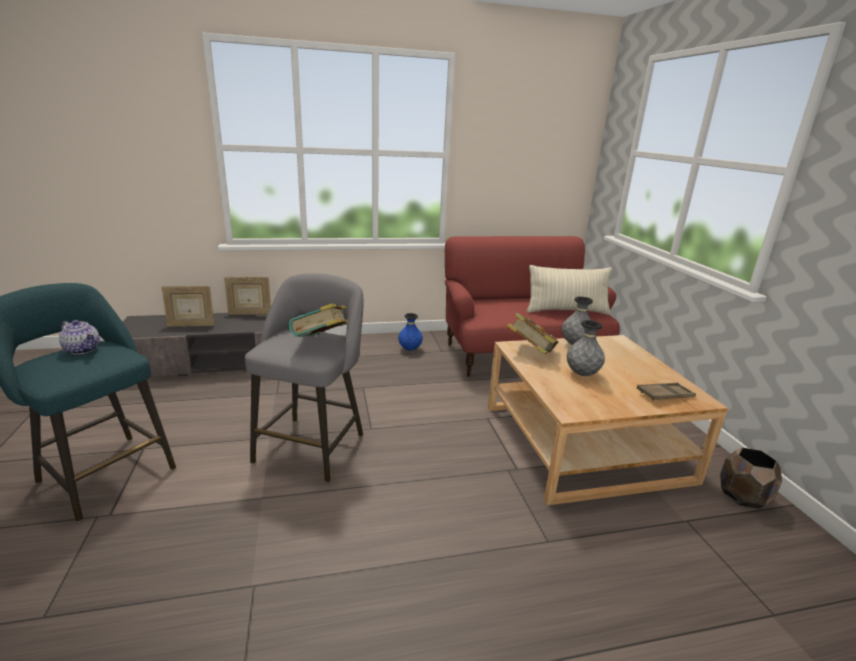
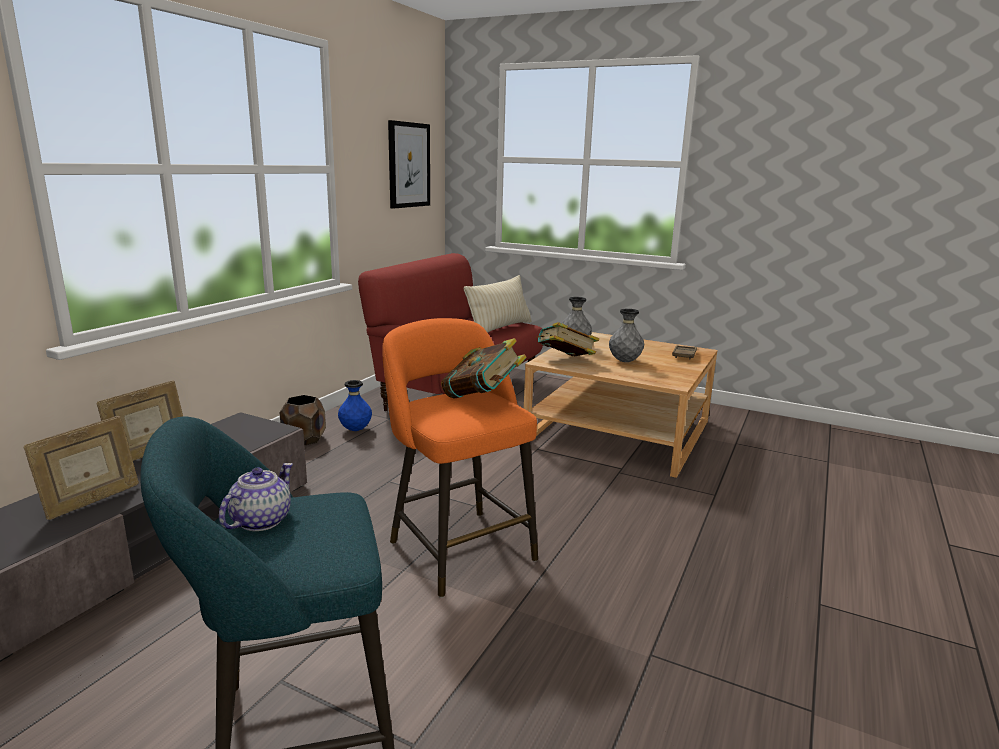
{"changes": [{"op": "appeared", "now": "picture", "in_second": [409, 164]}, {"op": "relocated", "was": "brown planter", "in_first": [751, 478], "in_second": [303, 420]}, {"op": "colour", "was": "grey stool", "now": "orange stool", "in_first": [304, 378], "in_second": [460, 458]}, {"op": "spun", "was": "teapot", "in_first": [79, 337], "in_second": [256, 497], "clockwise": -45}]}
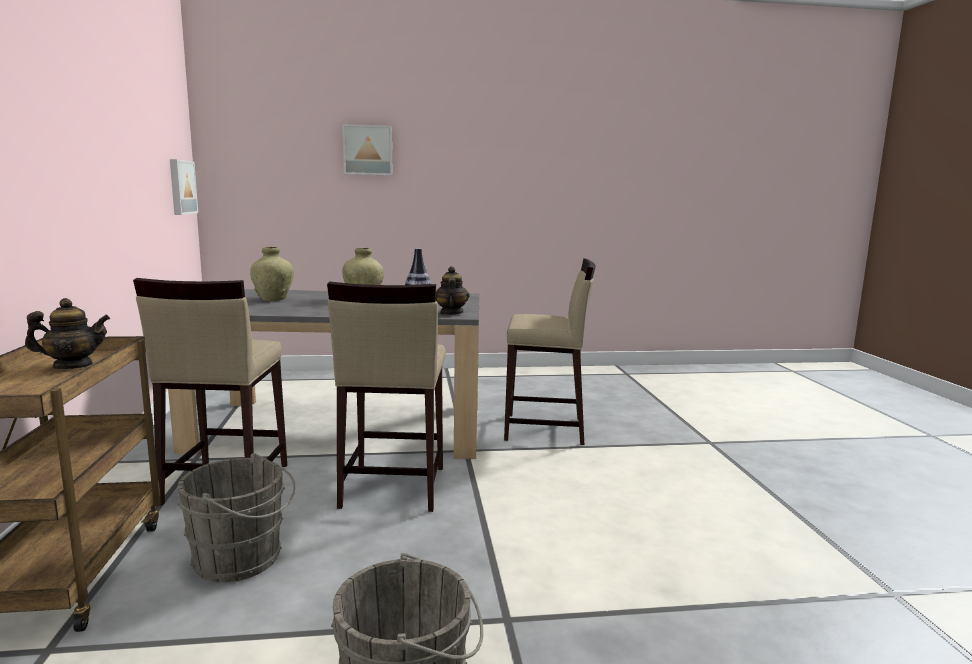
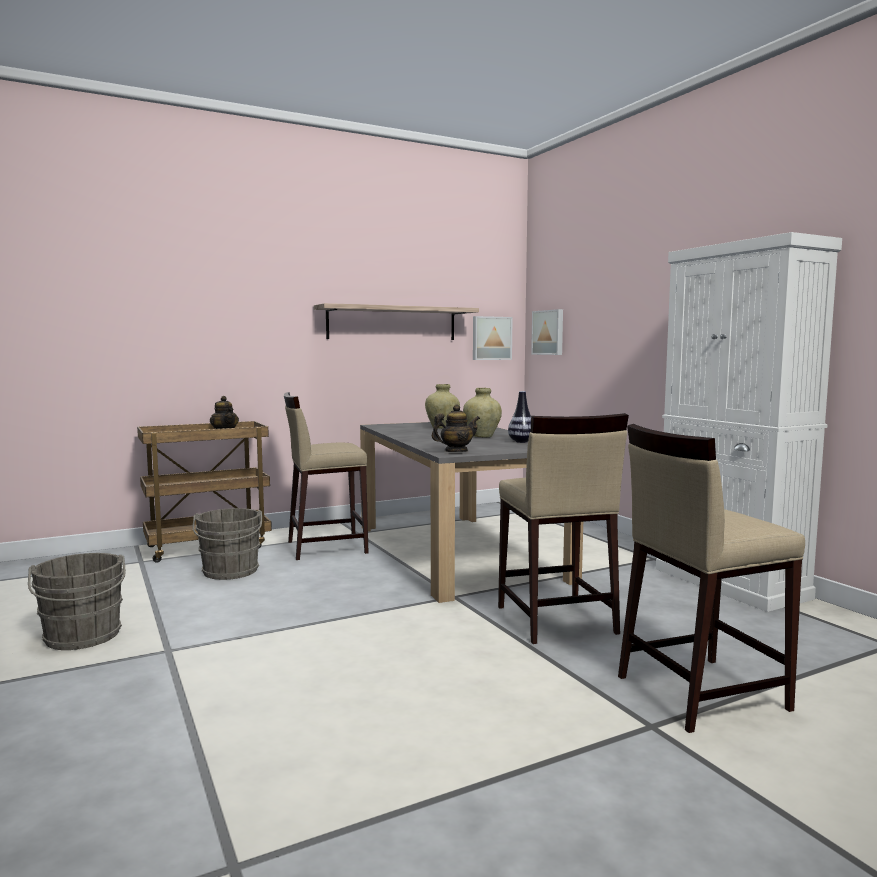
{"changes": [{"op": "appeared", "now": "shelf", "in_second": [396, 321]}, {"op": "appeared", "now": "white cabinet", "in_second": [749, 422]}, {"op": "relocated", "was": "beige stool", "in_first": [386, 397], "in_second": [711, 578]}, {"op": "relocated", "was": "picture", "in_first": [368, 149], "in_second": [547, 332]}]}
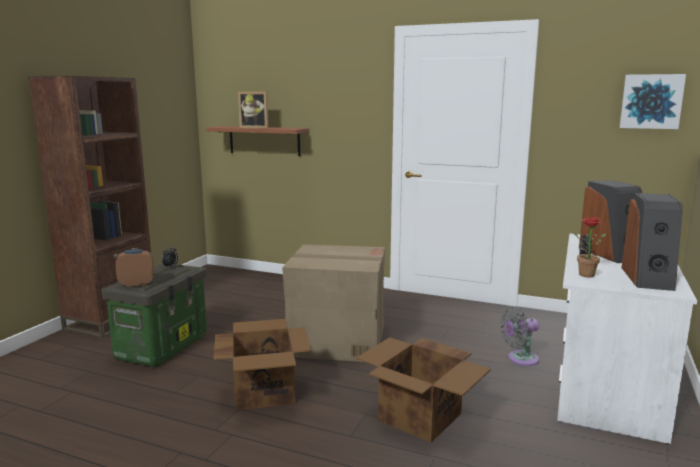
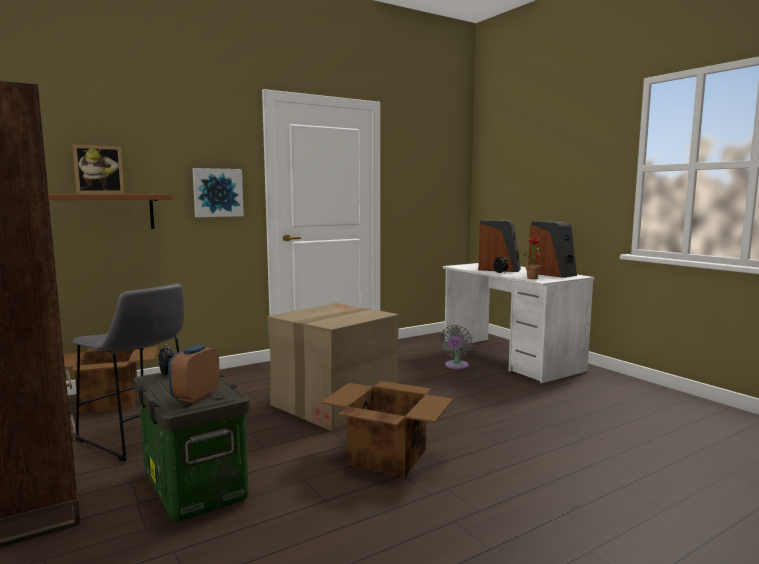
{"changes": [{"op": "appeared", "now": "grey stool", "in_second": [128, 372]}, {"op": "relocated", "was": "cardboard box", "in_first": [423, 390], "in_second": [110, 380]}, {"op": "relocated", "was": "picture", "in_first": [653, 101], "in_second": [218, 192]}]}
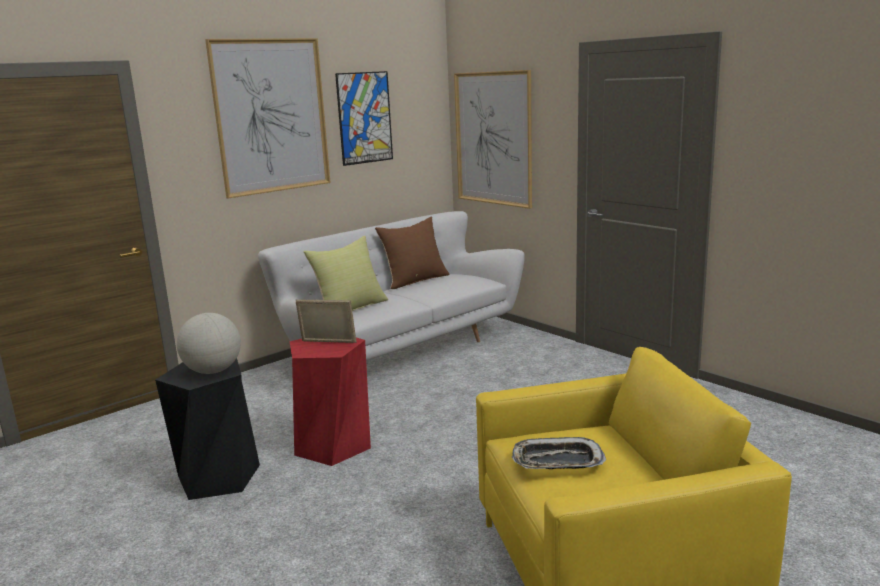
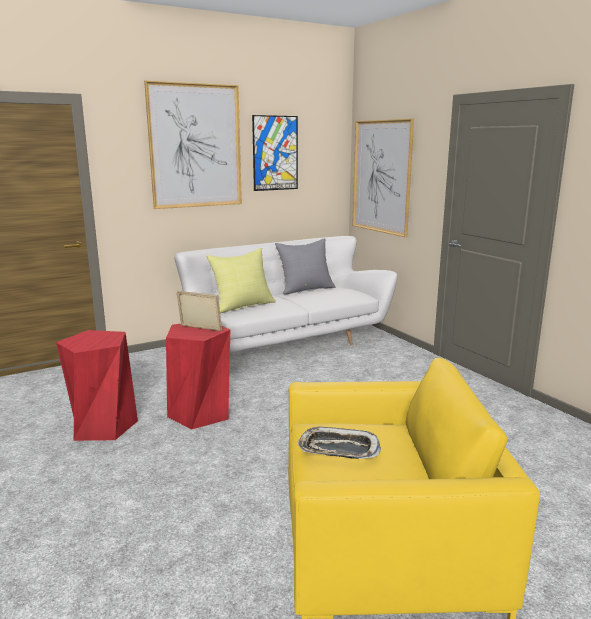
{"changes": [{"op": "missing", "was": "globe", "in_first": [209, 343]}, {"op": "colour", "was": "black stool", "now": "red stool", "in_first": [207, 429], "in_second": [97, 385]}, {"op": "colour", "was": "brown pillow", "now": "grey pillow", "in_first": [412, 253], "in_second": [305, 266]}]}
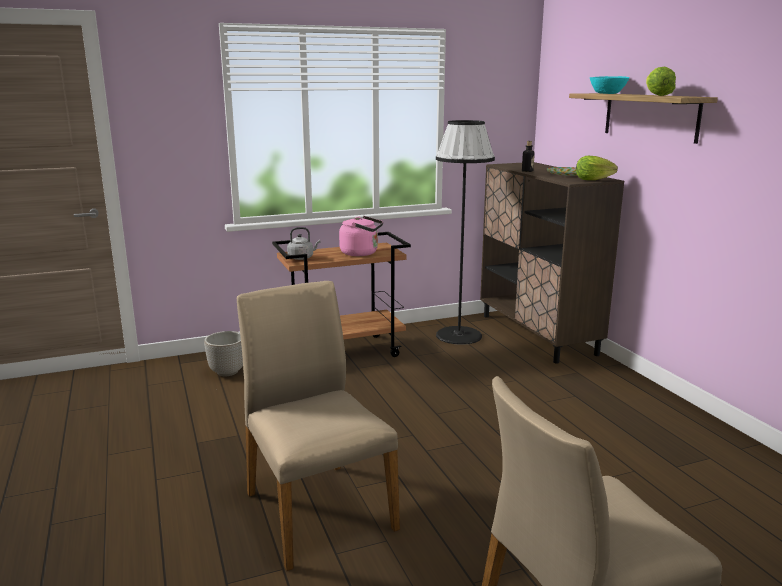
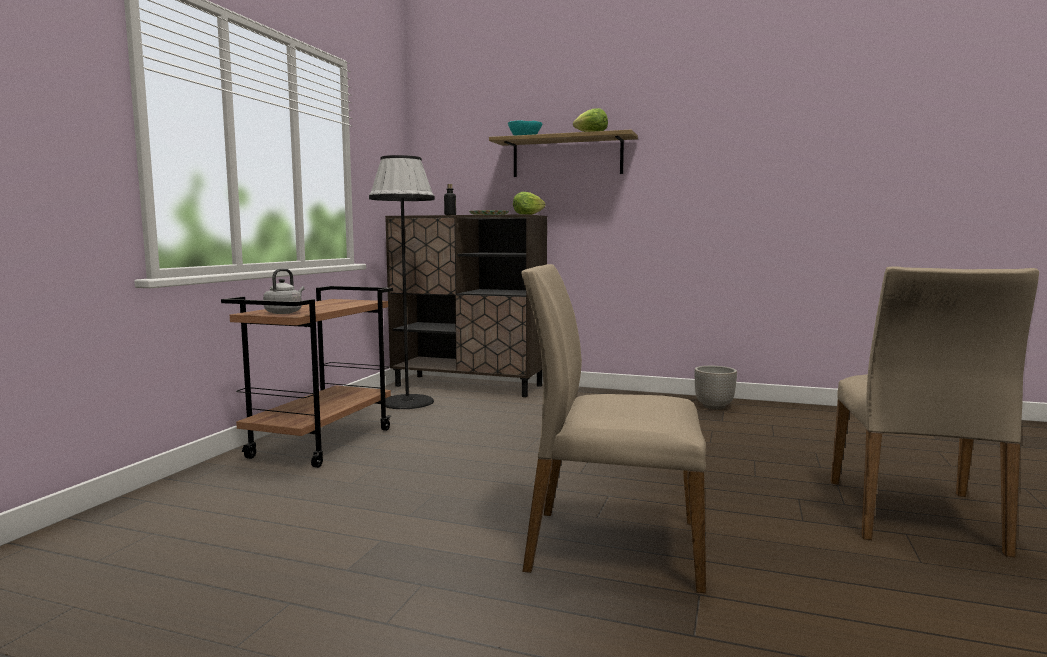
{"changes": [{"op": "missing", "was": "pink kettle", "in_first": [361, 236]}, {"op": "relocated", "was": "planter", "in_first": [223, 353], "in_second": [715, 387]}]}
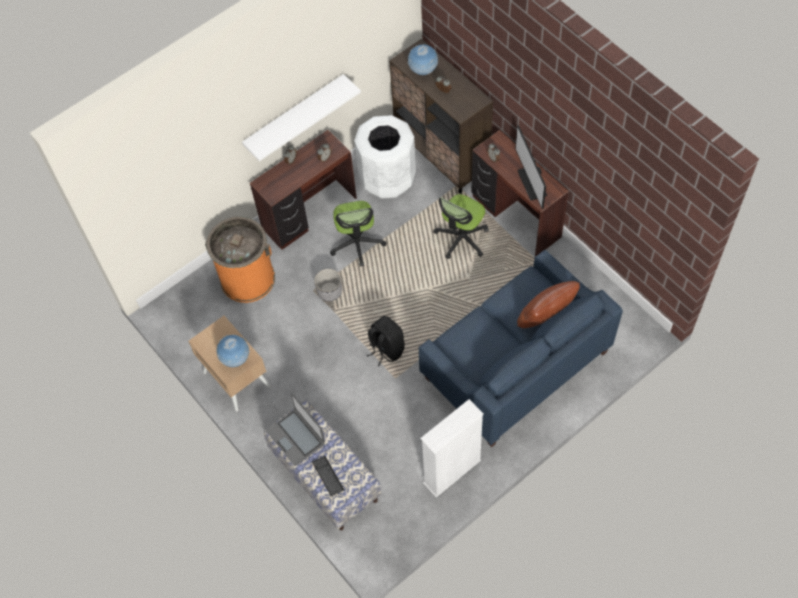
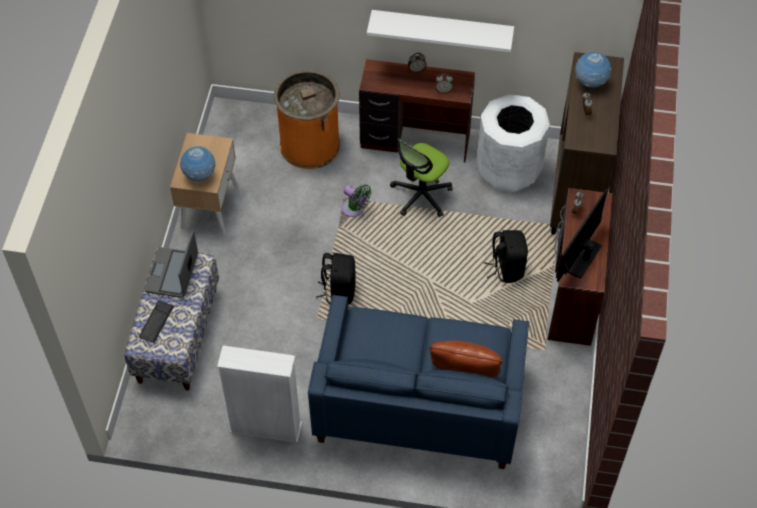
{"changes": [{"op": "exchanged", "was": "planter", "now": "green fan", "in_first": [328, 285], "in_second": [356, 200]}, {"op": "exchanged", "was": "office chair", "now": "black backpack", "in_first": [460, 226], "in_second": [506, 256]}]}
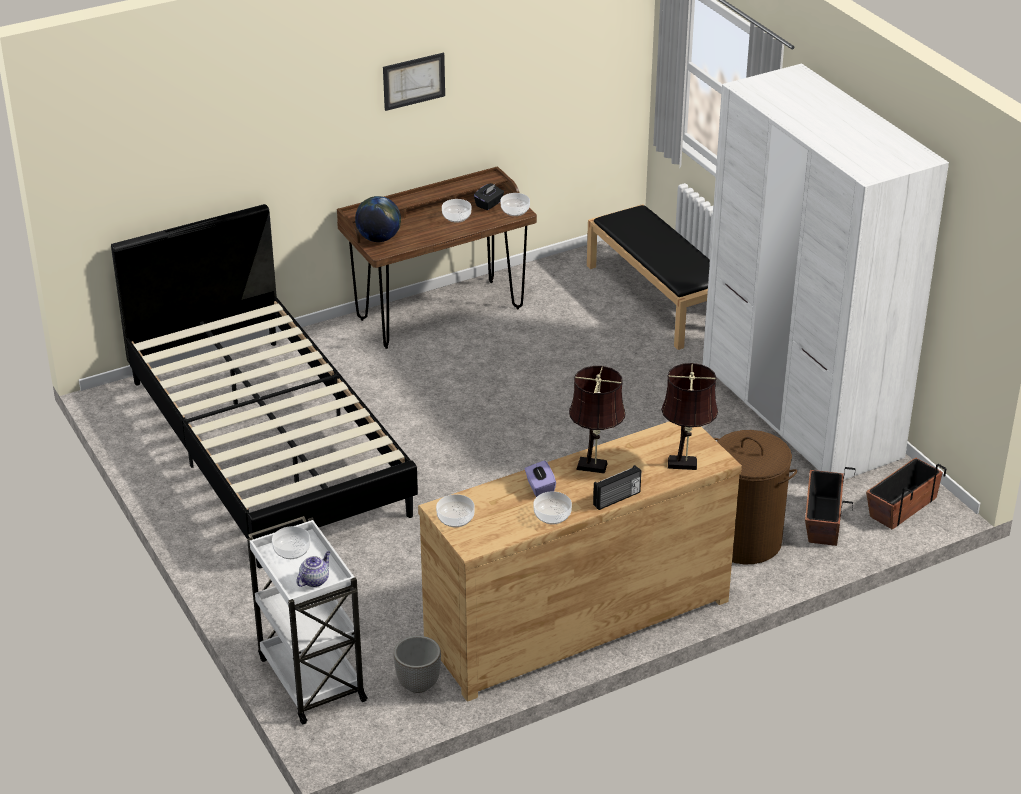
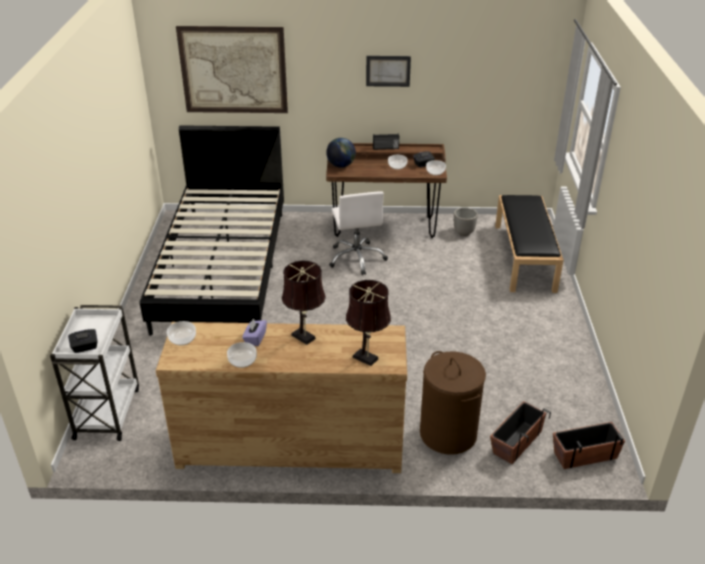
{"changes": [{"op": "missing", "was": "bowl", "in_first": [291, 542]}, {"op": "missing", "was": "white wardrobe", "in_first": [826, 271]}, {"op": "appeared", "now": "picture", "in_second": [232, 69]}, {"op": "appeared", "now": "white office chair", "in_second": [358, 233]}, {"op": "relocated", "was": "planter", "in_first": [417, 664], "in_second": [466, 221]}, {"op": "relocated", "was": "radio", "in_first": [617, 487], "in_second": [386, 142]}, {"op": "exchanged", "was": "teapot", "now": "black tissue box", "in_first": [313, 569], "in_second": [83, 341]}]}
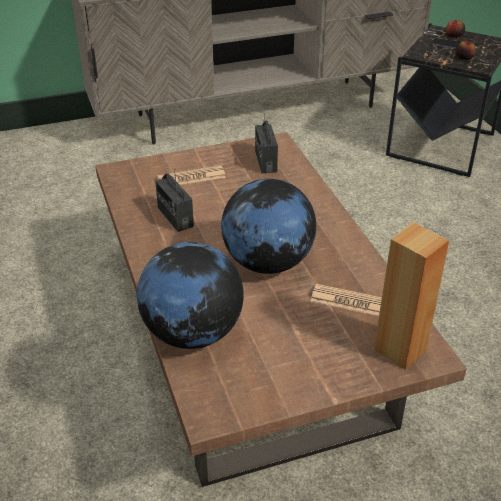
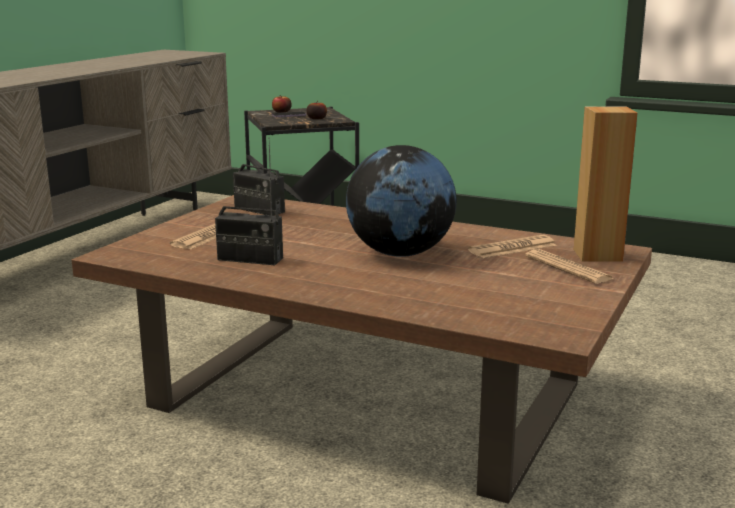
{"changes": [{"op": "missing", "was": "globe", "in_first": [190, 295]}, {"op": "appeared", "now": "newspaper", "in_second": [569, 266]}]}
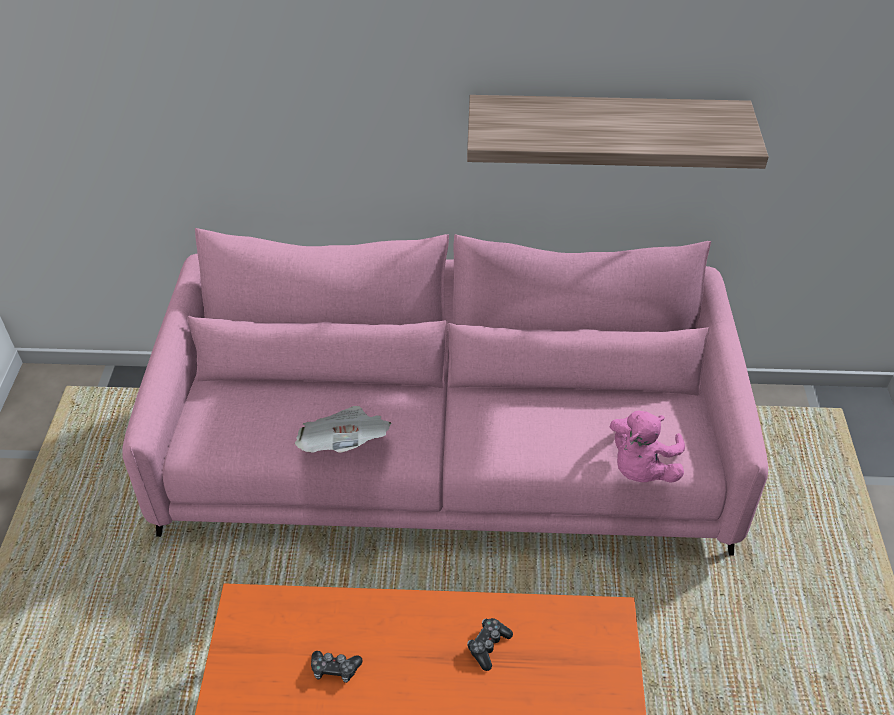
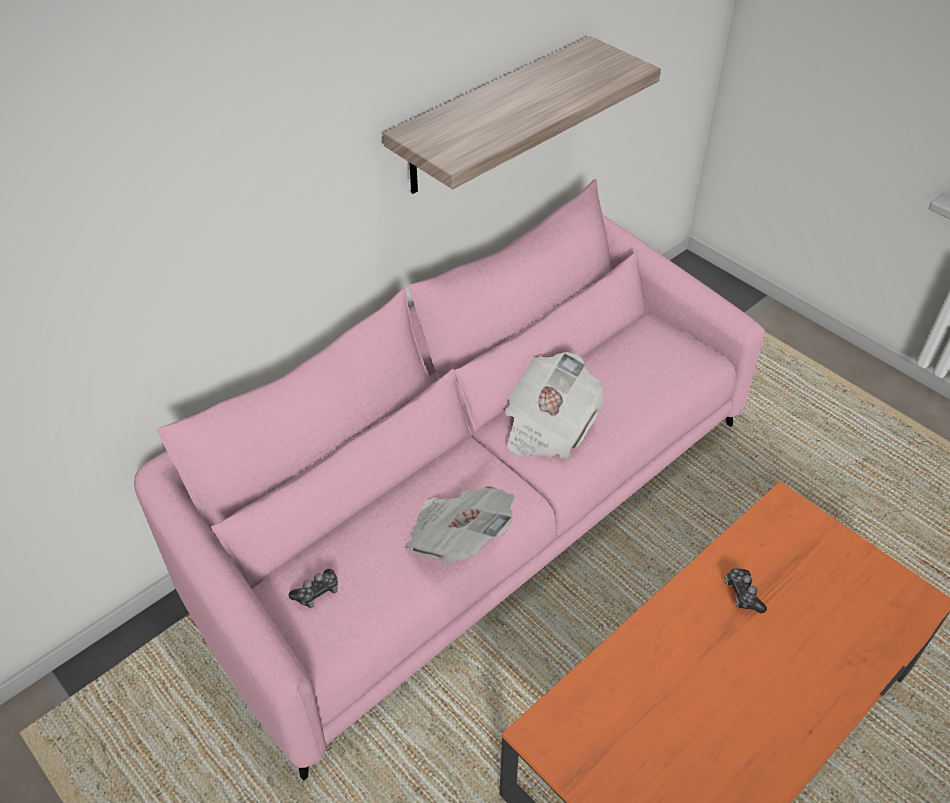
{"changes": [{"op": "missing", "was": "pink plush toy", "in_first": [647, 447]}, {"op": "appeared", "now": "newspaper", "in_second": [554, 405]}, {"op": "relocated", "was": "game controller", "in_first": [337, 667], "in_second": [313, 588]}]}
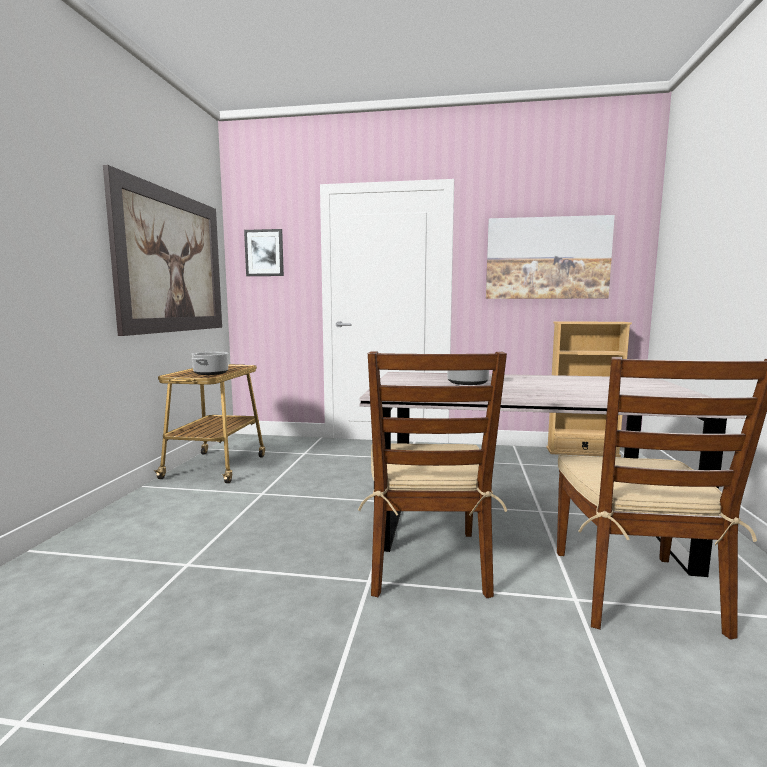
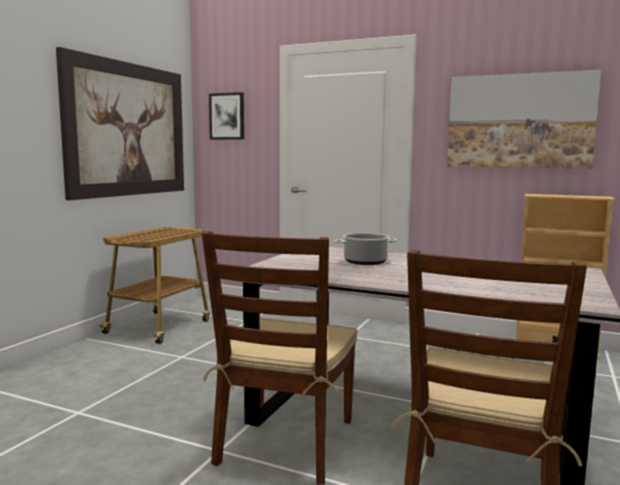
{"changes": [{"op": "missing", "was": "cooking pot", "in_first": [209, 363]}]}
